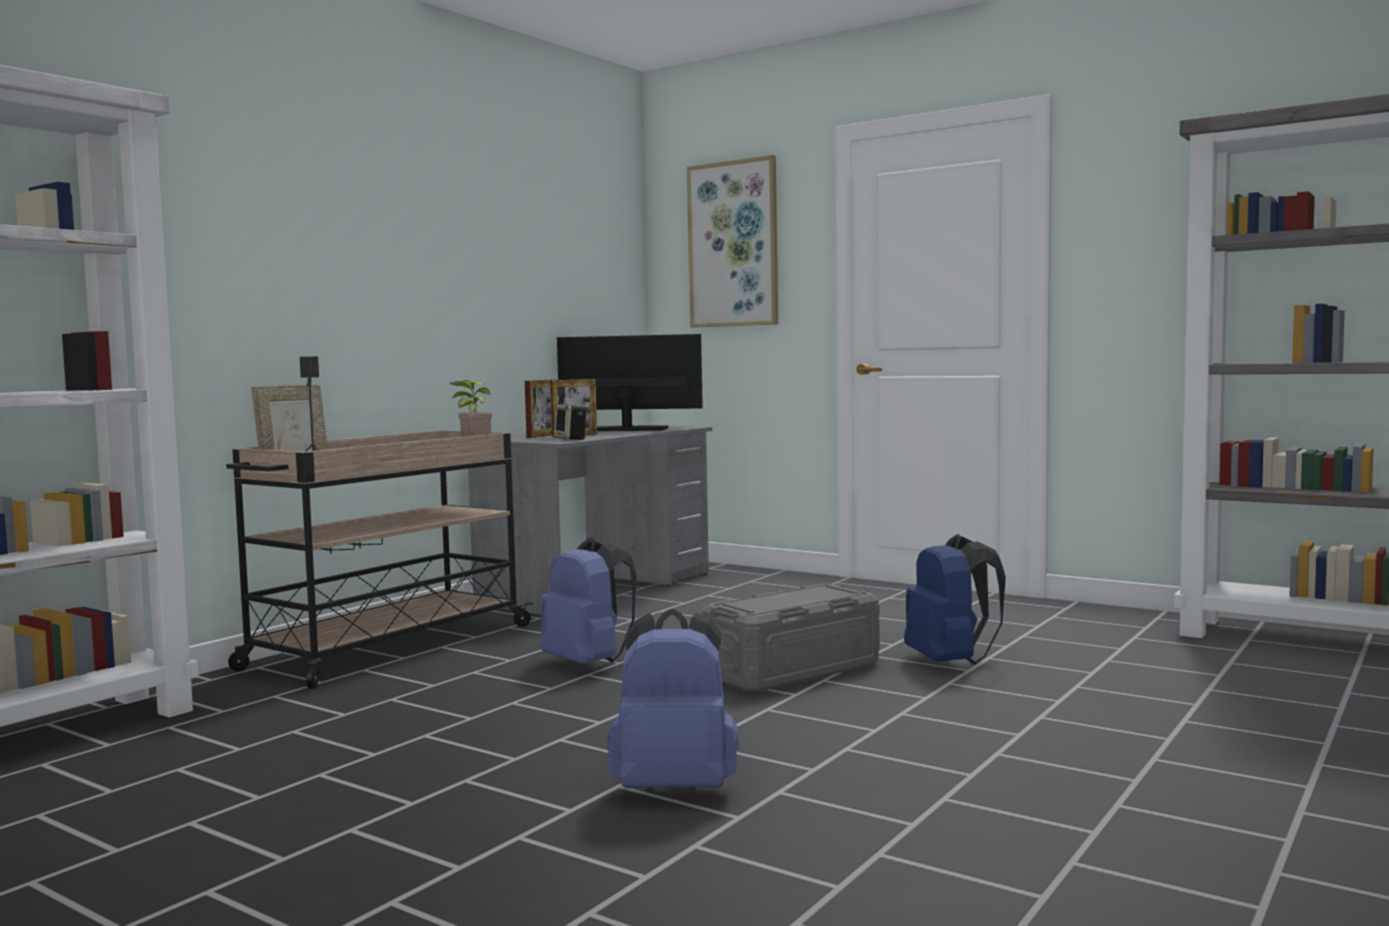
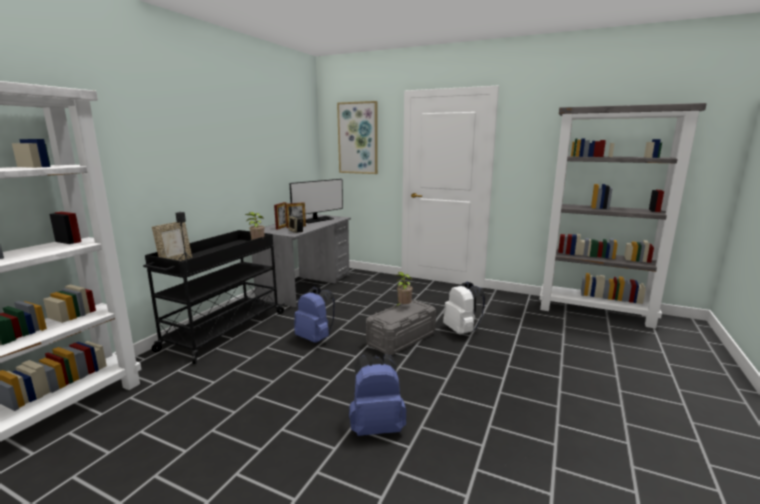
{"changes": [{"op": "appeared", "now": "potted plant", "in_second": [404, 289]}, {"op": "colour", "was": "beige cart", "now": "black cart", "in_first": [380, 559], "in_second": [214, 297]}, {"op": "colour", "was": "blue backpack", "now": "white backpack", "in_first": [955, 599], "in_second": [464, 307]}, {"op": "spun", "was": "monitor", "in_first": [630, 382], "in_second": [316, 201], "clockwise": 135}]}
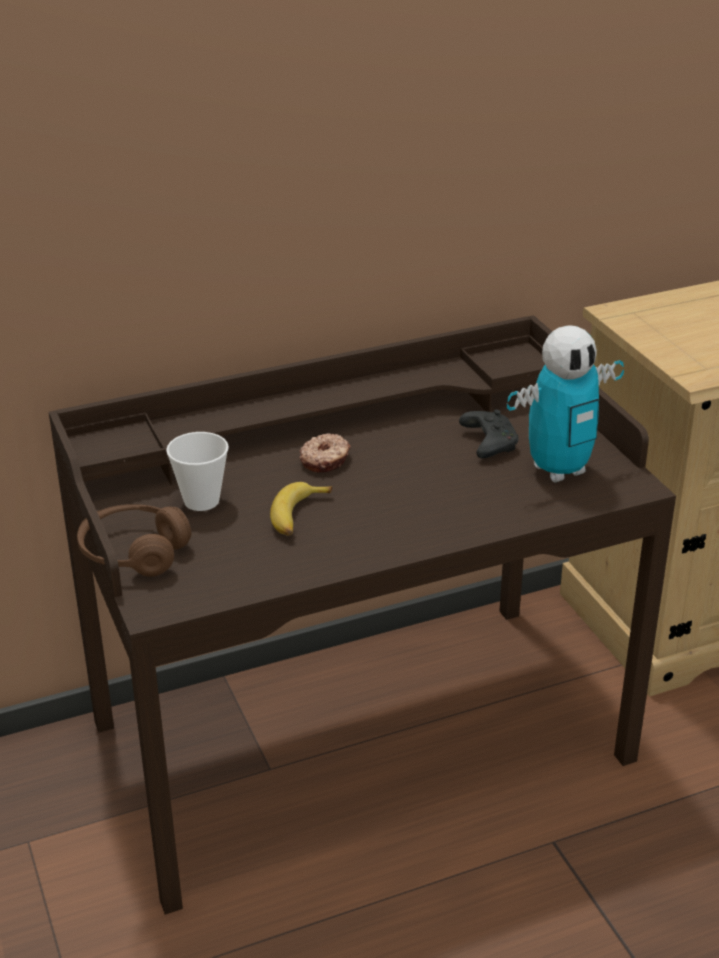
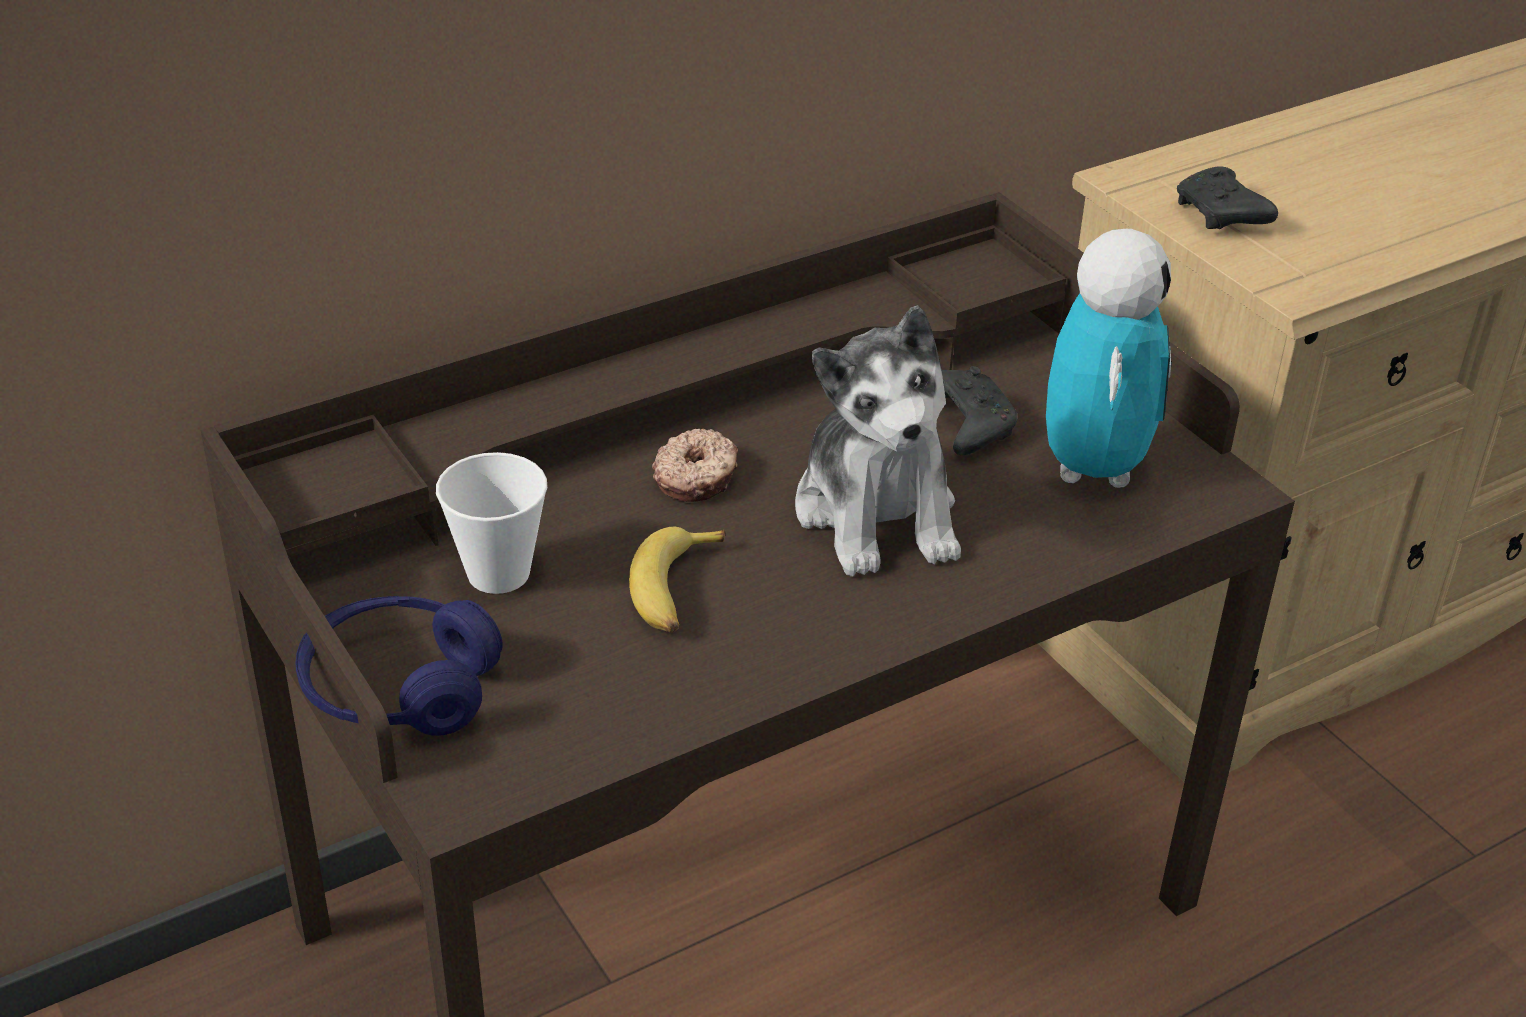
{"changes": [{"op": "appeared", "now": "plush toy", "in_second": [878, 440]}, {"op": "appeared", "now": "black game controller", "in_second": [1227, 197]}, {"op": "colour", "was": "brown headphones", "now": "blue headphones", "in_first": [134, 540], "in_second": [399, 666]}, {"op": "spun", "was": "toy robot", "in_first": [565, 404], "in_second": [1108, 358], "clockwise": -45}]}
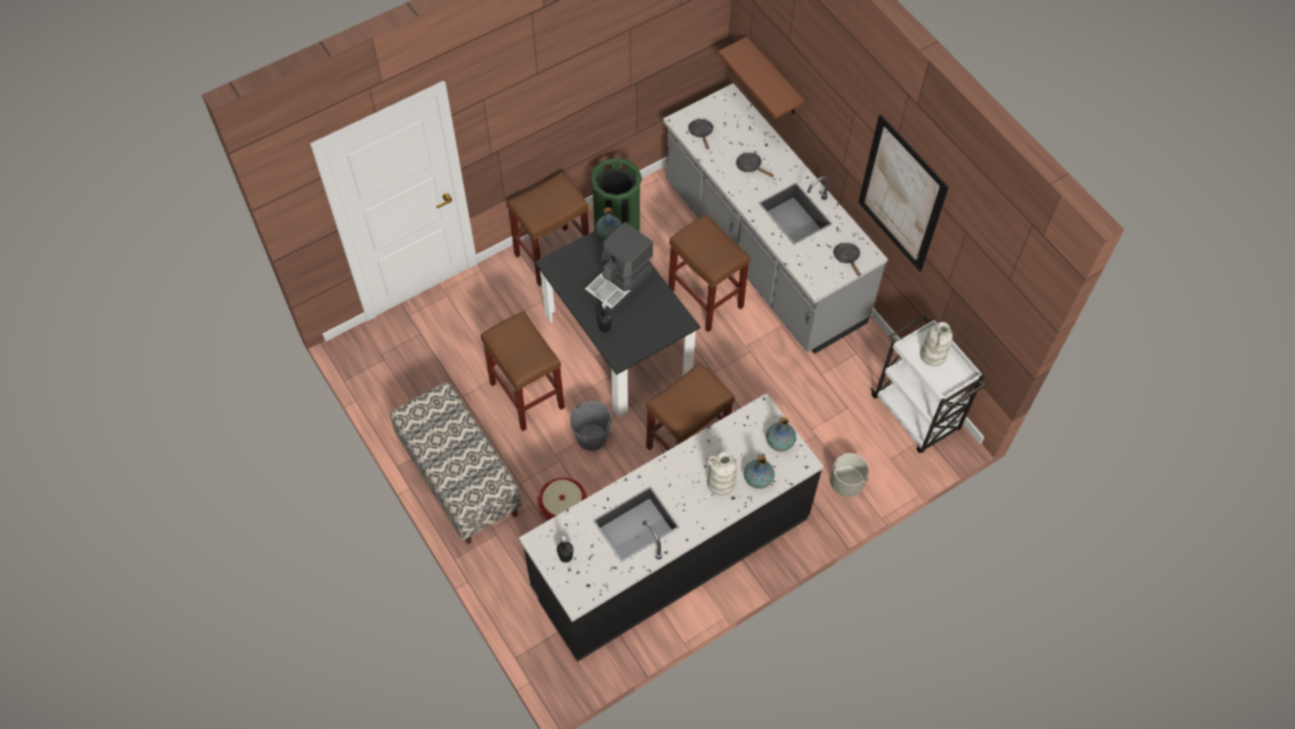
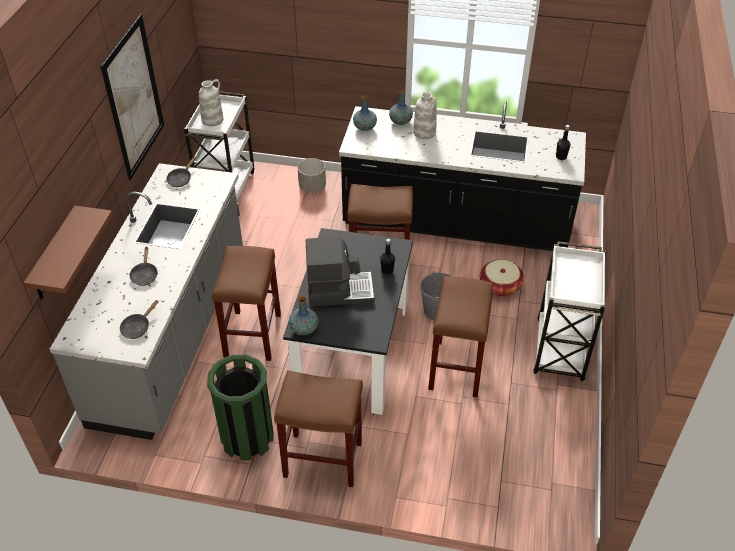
{"changes": [{"op": "exchanged", "was": "bench", "now": "white cart", "in_first": [456, 463], "in_second": [569, 311]}]}
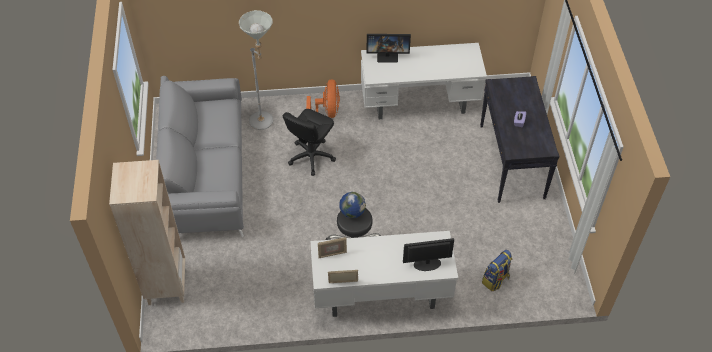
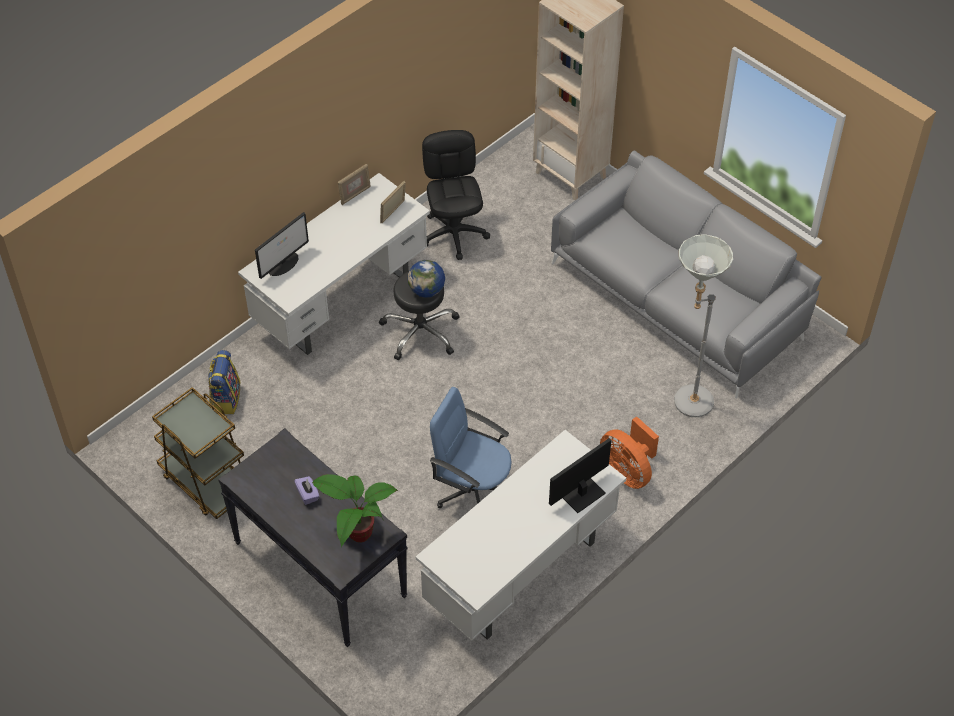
{"changes": [{"op": "appeared", "now": "brown cart", "in_second": [198, 453]}, {"op": "appeared", "now": "potted plant", "in_second": [355, 510]}, {"op": "appeared", "now": "blue office chair", "in_second": [471, 447]}, {"op": "relocated", "was": "black office chair", "in_first": [309, 142], "in_second": [456, 195]}]}
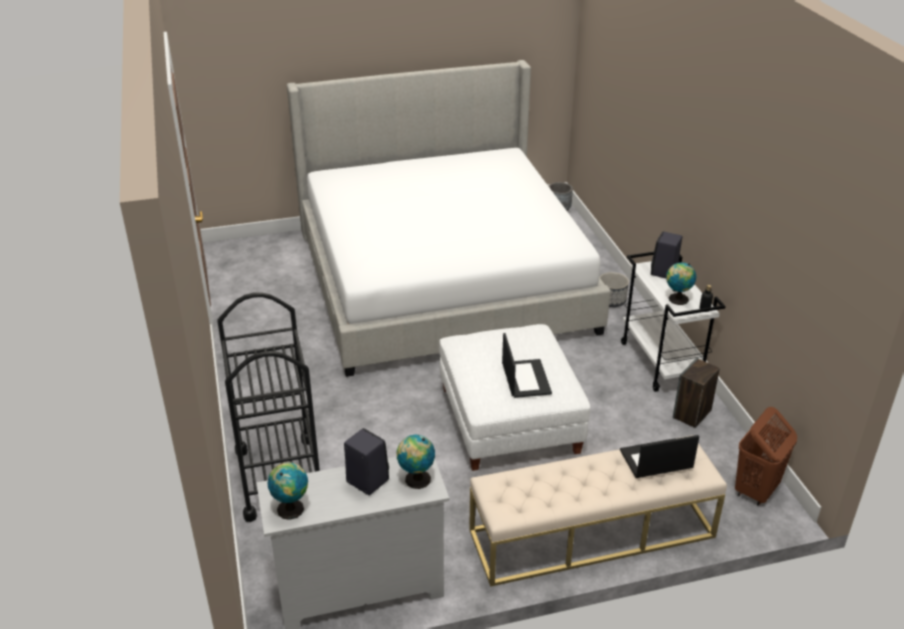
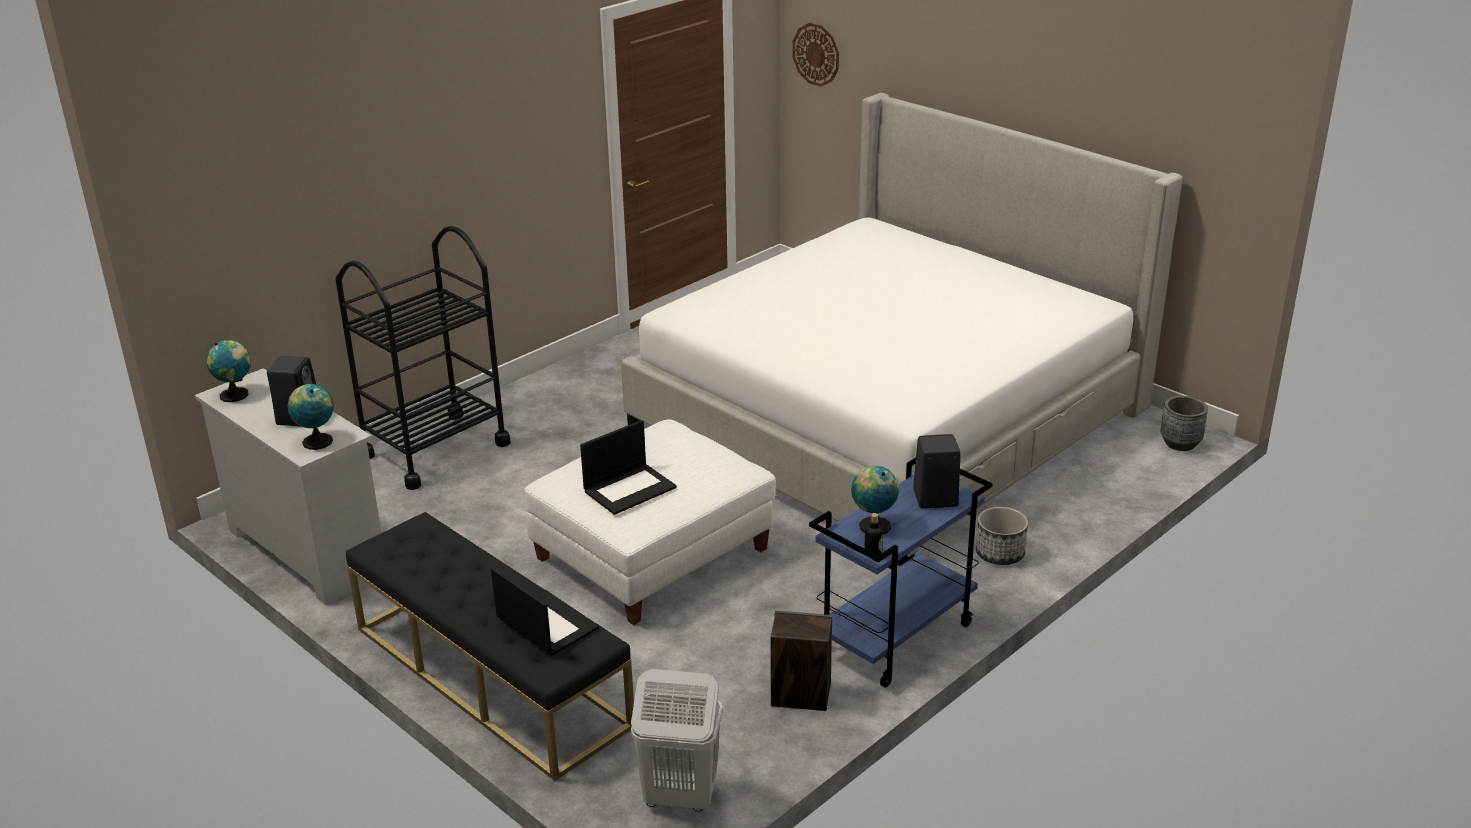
{"changes": [{"op": "appeared", "now": "wall clock", "in_second": [815, 55]}, {"op": "colour", "was": "beige bench", "now": "black bench", "in_first": [598, 511], "in_second": [490, 646]}, {"op": "colour", "was": "white cart", "now": "blue cart", "in_first": [673, 322], "in_second": [901, 572]}, {"op": "colour", "was": "brown laundry basket", "now": "white laundry basket", "in_first": [766, 456], "in_second": [677, 740]}]}
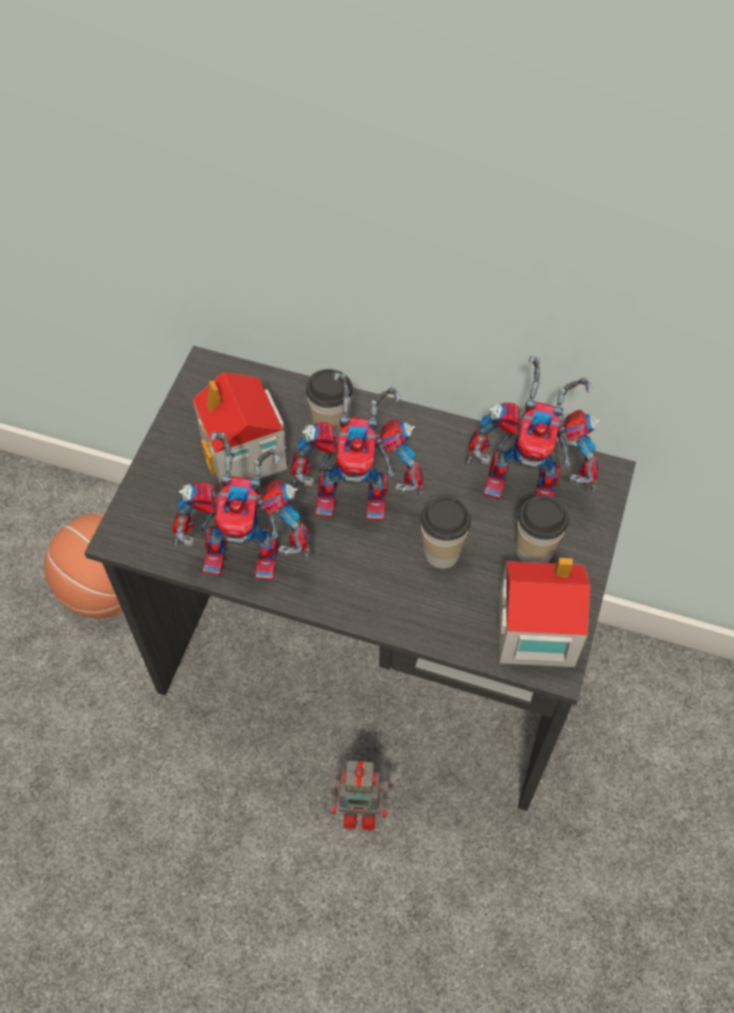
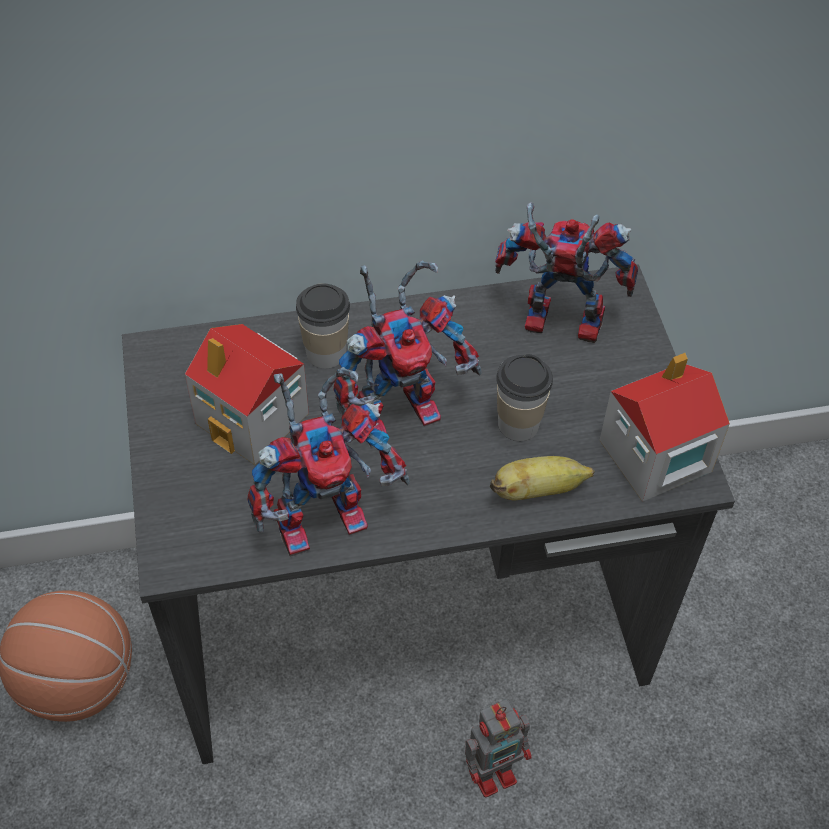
{"changes": [{"op": "missing", "was": "cup", "in_first": [543, 529]}, {"op": "appeared", "now": "banana", "in_second": [542, 478]}, {"op": "spun", "was": "toy robot", "in_first": [533, 427], "in_second": [566, 272], "clockwise": -150}]}
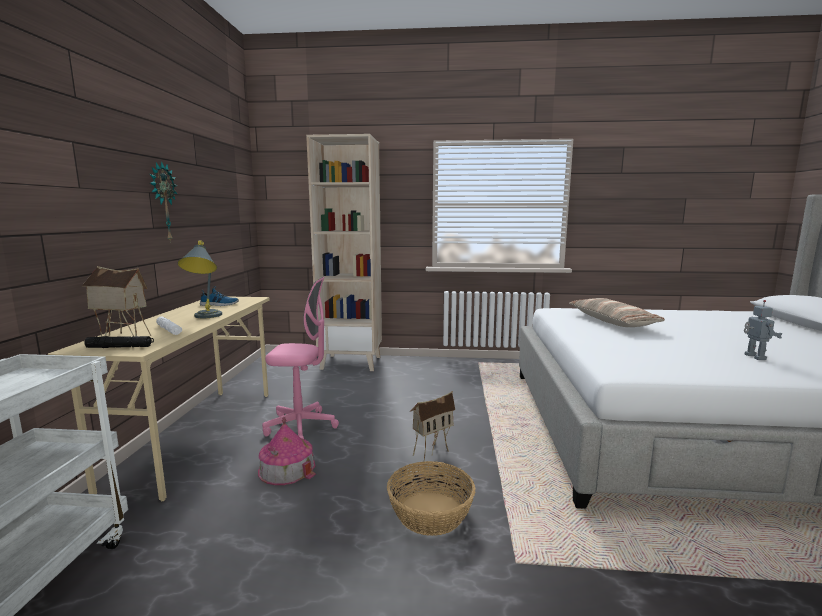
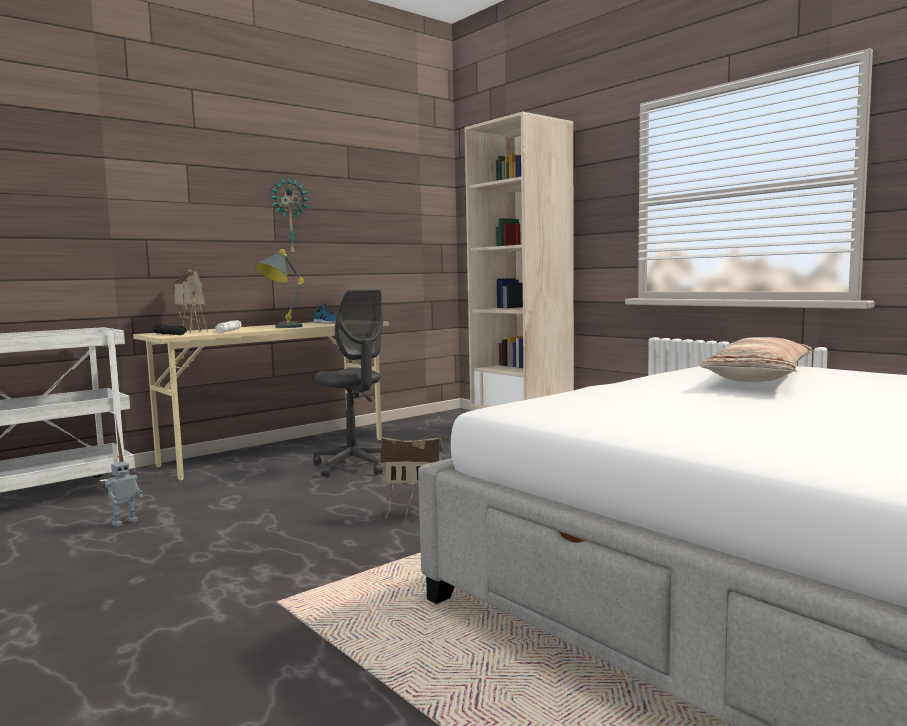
{"changes": [{"op": "missing", "was": "toy house", "in_first": [287, 451]}, {"op": "missing", "was": "basket", "in_first": [431, 498]}, {"op": "relocated", "was": "toy robot", "in_first": [763, 330], "in_second": [124, 491]}, {"op": "colour", "was": "pink office chair", "now": "grey office chair", "in_first": [300, 358], "in_second": [348, 382]}]}
